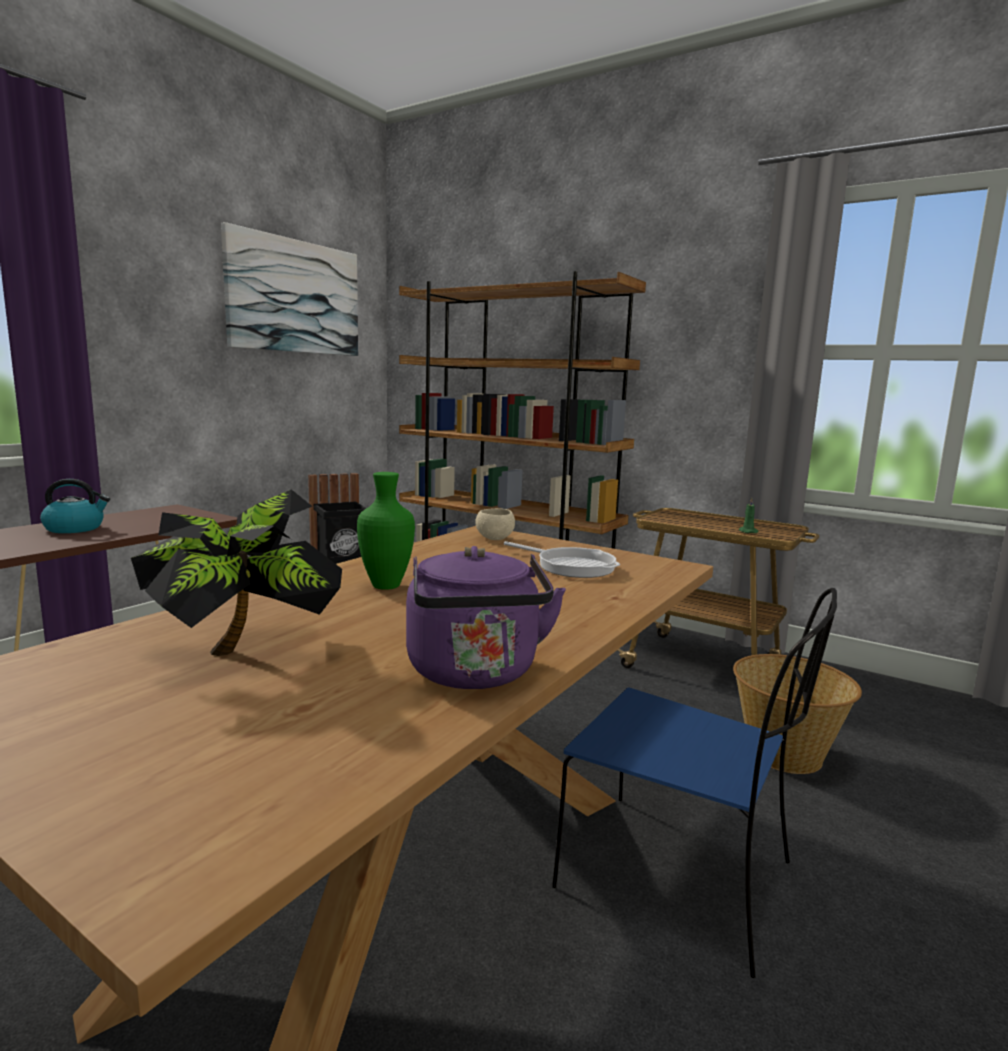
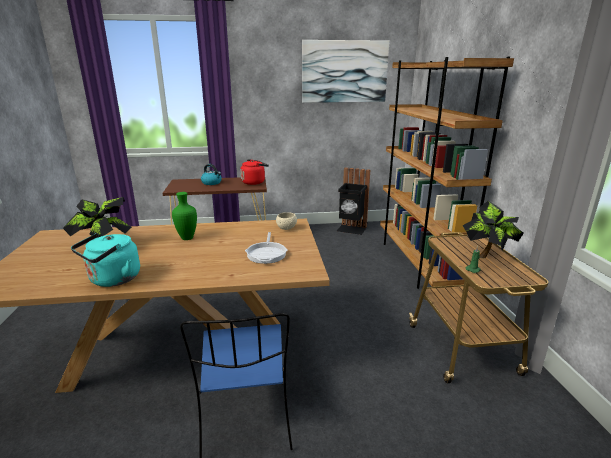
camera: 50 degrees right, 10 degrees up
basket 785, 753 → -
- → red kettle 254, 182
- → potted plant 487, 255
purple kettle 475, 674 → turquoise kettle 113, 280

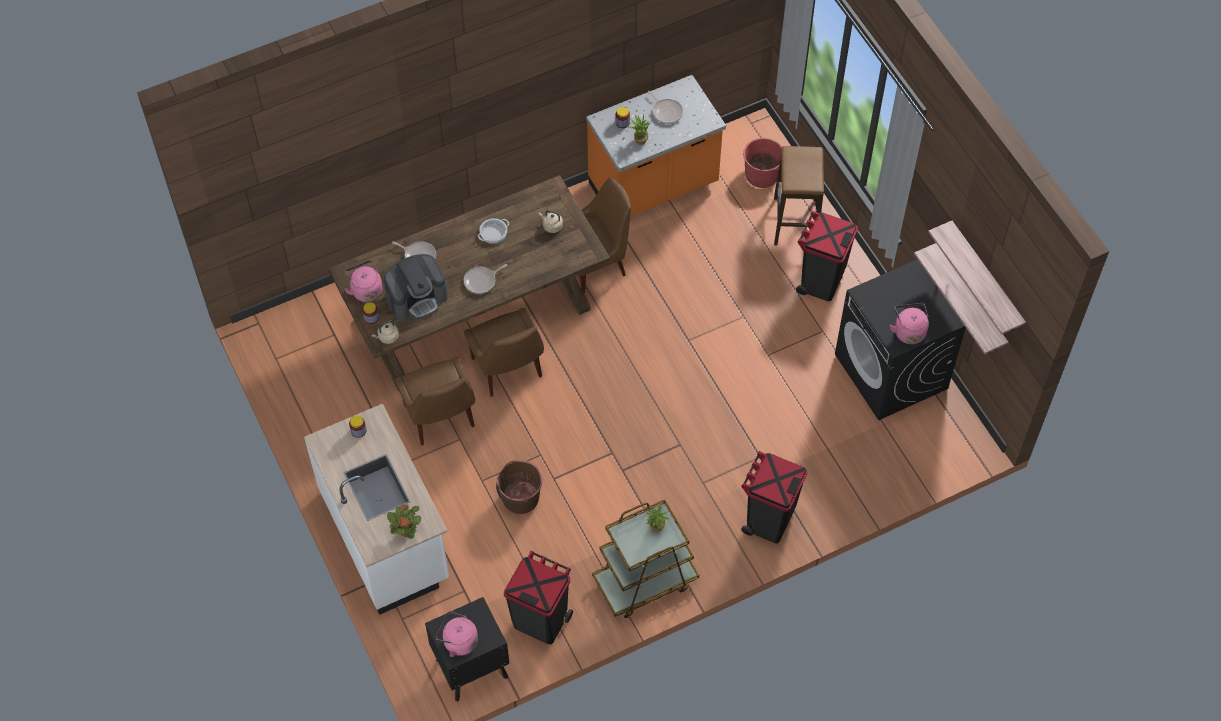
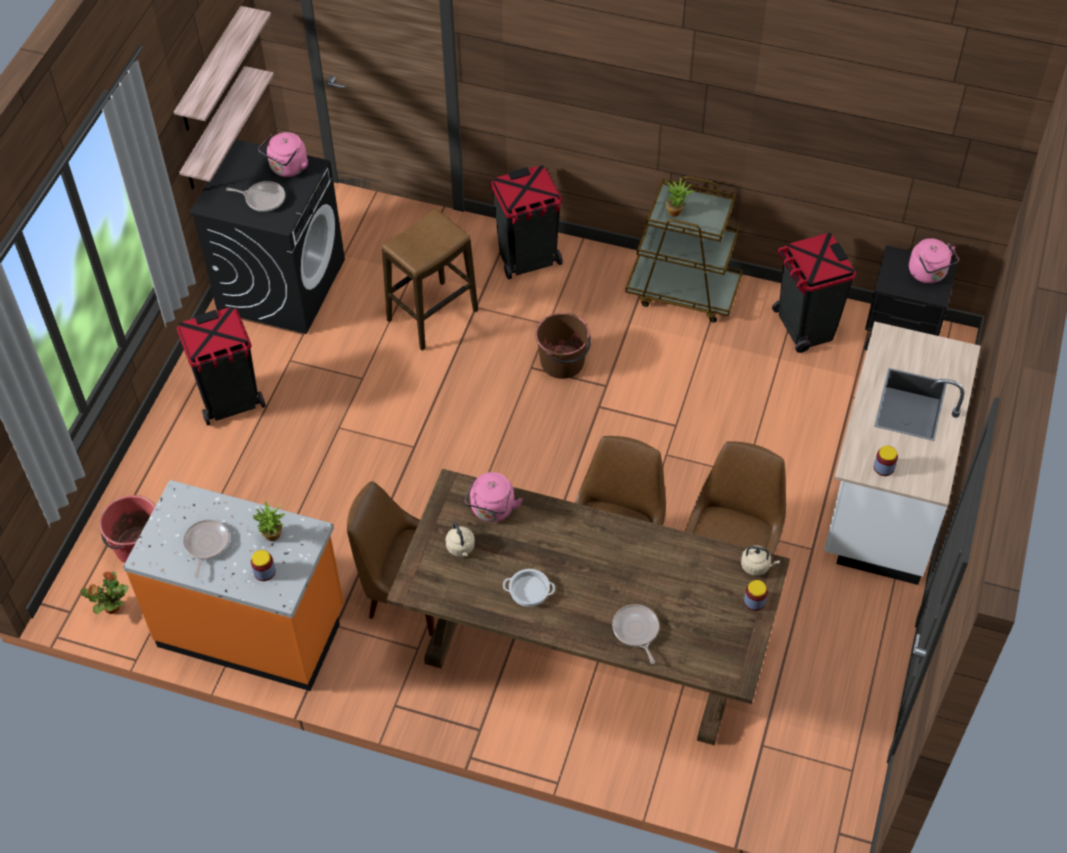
camera: 135 degrees left, 5 degrees down
coffee machine 417, 297 → -
pink kettle 365, 290 → pink kettle 492, 510, relocated
potted plant 406, 531 → potted plant 111, 608, relocated
frying pan 481, 281 → frying pan 263, 199, relocated
brown bucket 520, 498 → brown bucket 563, 362, relocated
stool 795, 222 → stool 432, 315, relocated

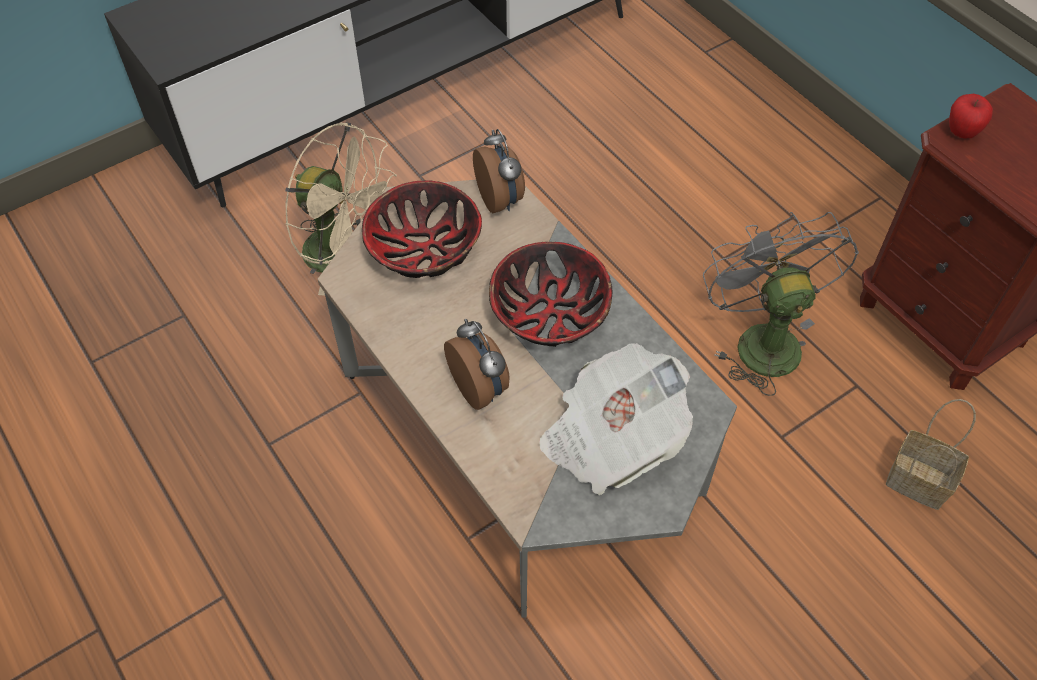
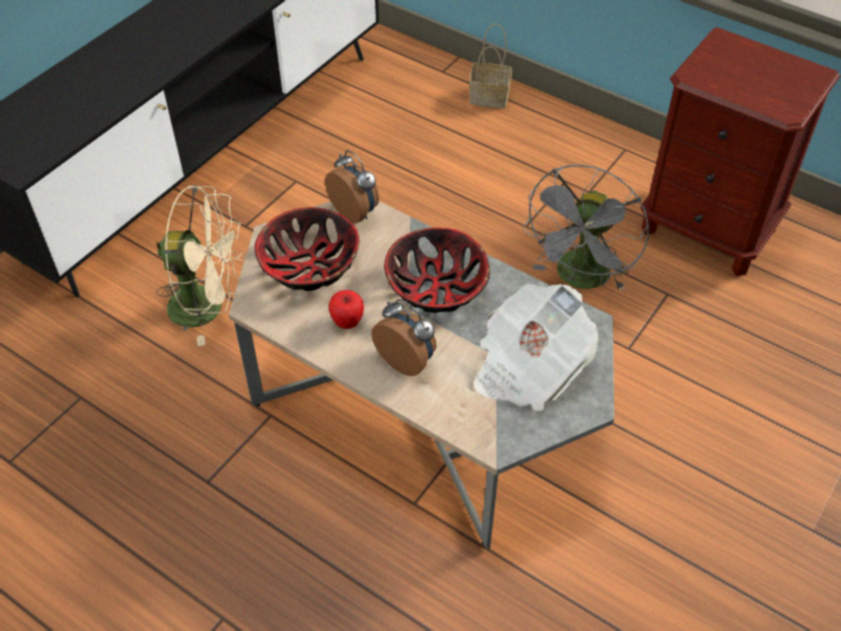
camera: 20 degrees left, 5 degrees down
basket 921, 481 → basket 490, 97, relocated
apple 961, 133 → apple 347, 322, relocated
grey fan 760, 339 → grey fan 580, 279, 120 degrees counterclockwise

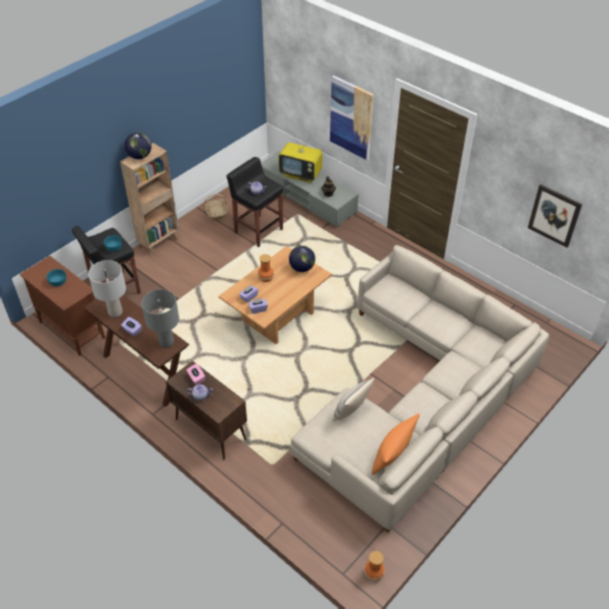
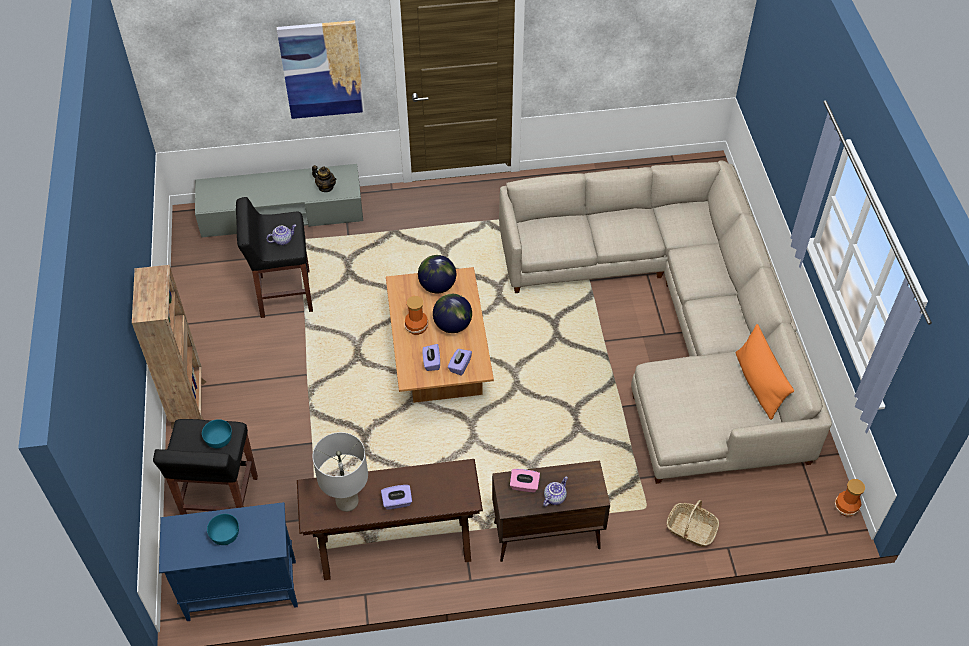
camera: 50 degrees left, 5 degrees up
grey table lamp 166, 342 → -
television 301, 174 → -
pillow 351, 411 → -
picture 554, 215 → -
globe 140, 156 → globe 452, 325, relocated
basket 217, 212 → basket 691, 529, relocated
brown cabinet 71, 329 → blue cabinet 240, 590

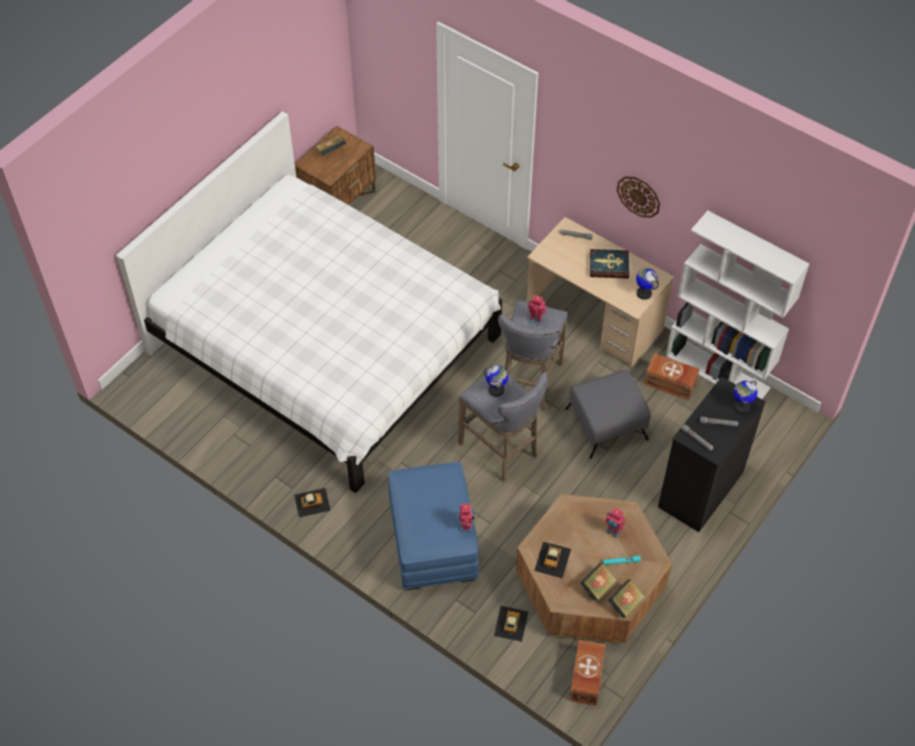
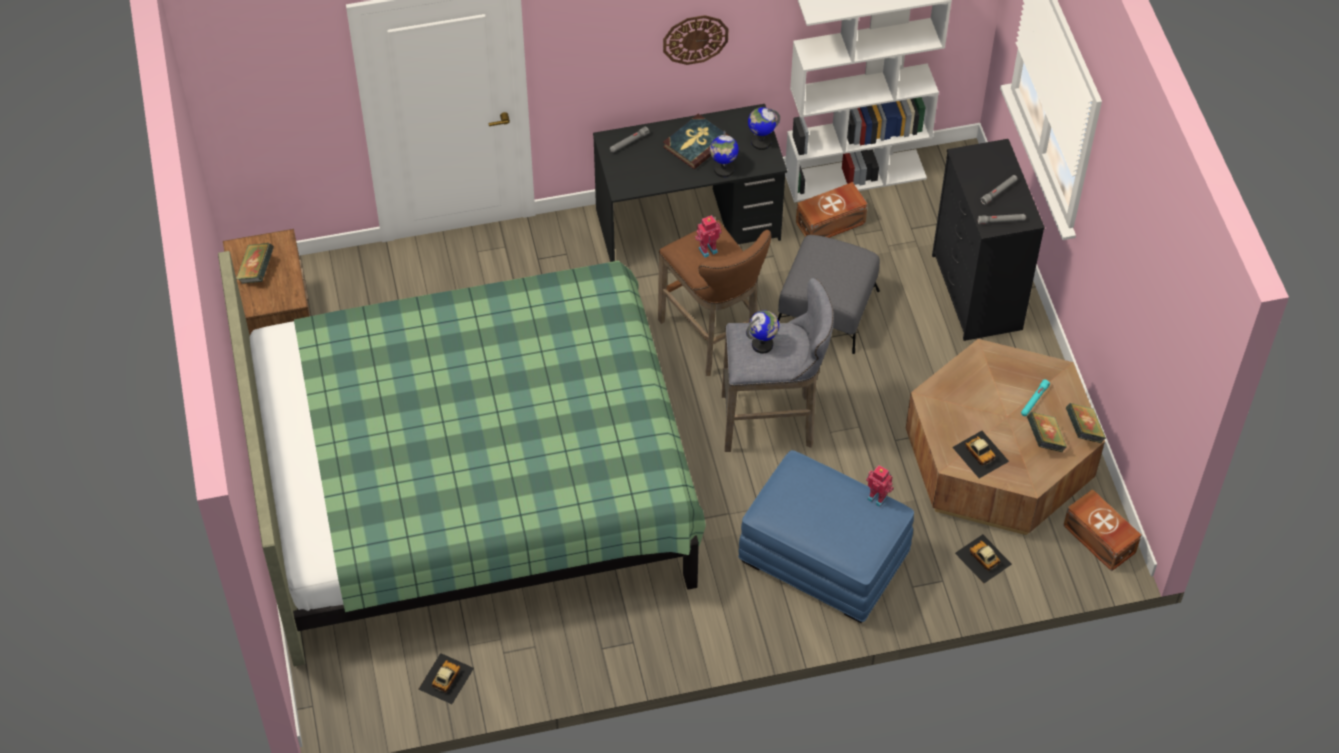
camera: 50 degrees left, 0 degrees up
toy robot 613, 532 → -
toy car 312, 502 → toy car 445, 678, relocated
globe 741, 406 → globe 723, 170, relocated
white bed 324, 345 → green bed 470, 484
grey stool 529, 384 → brown stool 712, 337
beige desk 594, 319 → black desk 688, 225

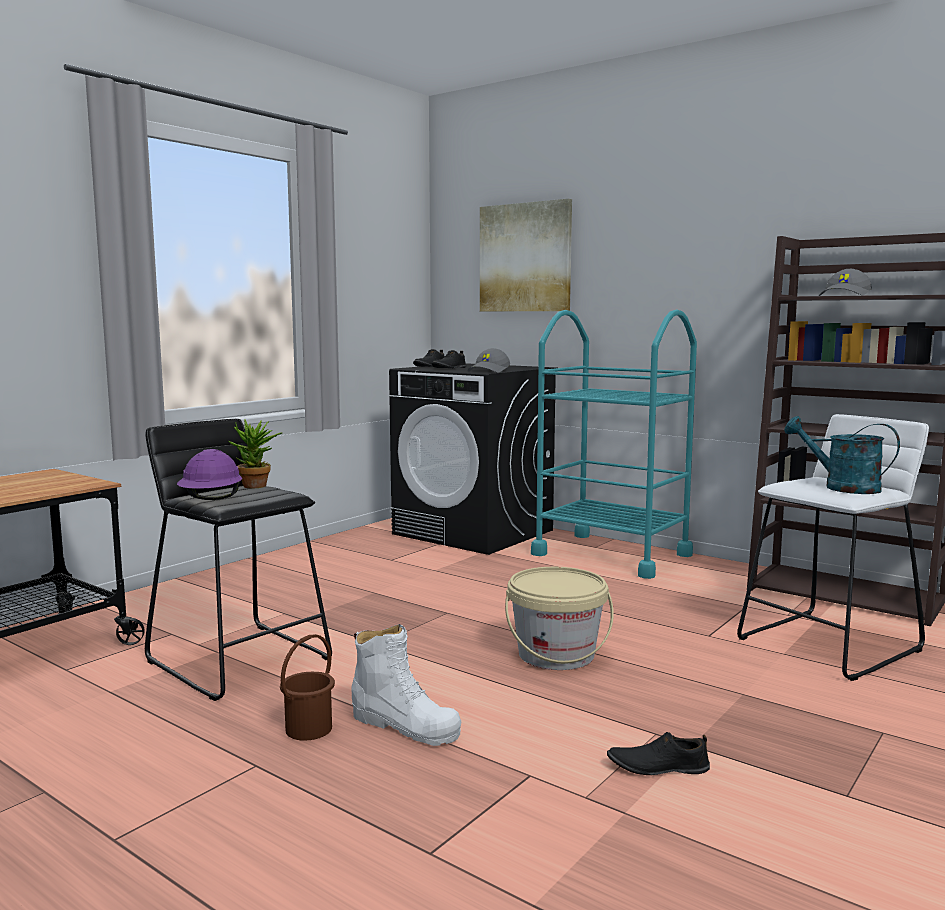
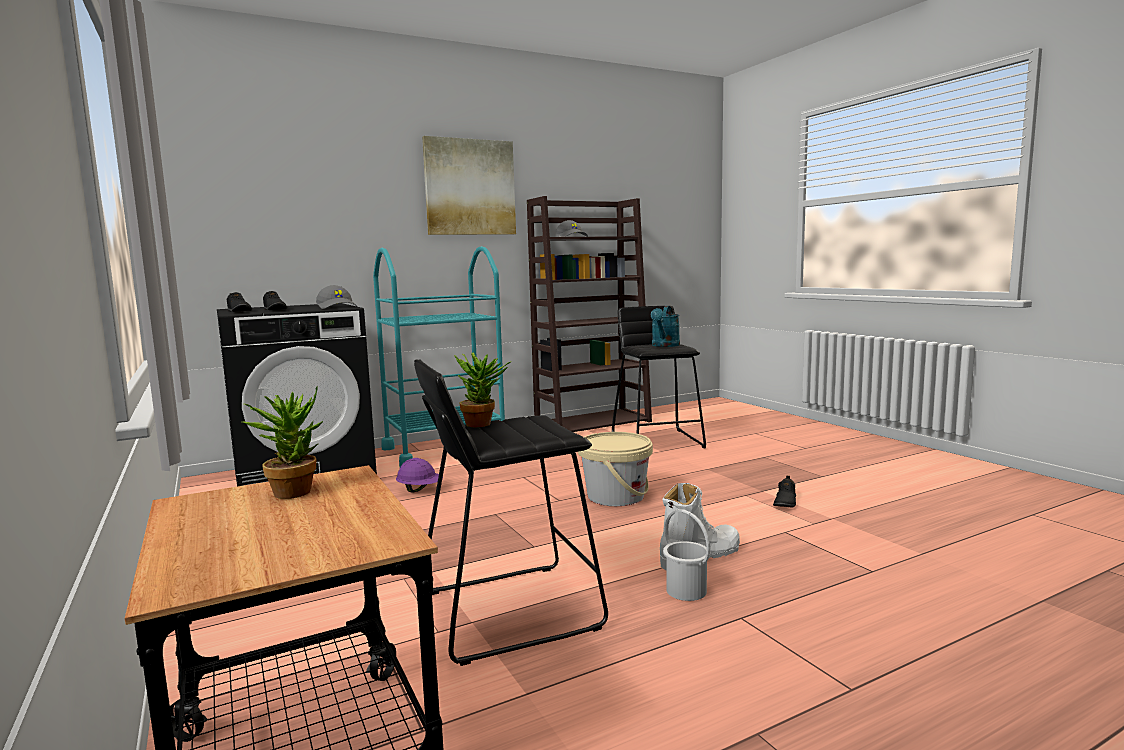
camera: 65 degrees left, 0 degrees up
- → potted plant 293, 490
purple hard hat 211, 500 → purple hard hat 420, 490, relocated
picture 525, 258 → picture 470, 187, relocated
brown bucket 308, 729 → white bucket 686, 591
white stool 829, 645 → black stool 658, 441
turquoise watering can 841, 487 → turquoise watering can 664, 346, 45 degrees counterclockwise

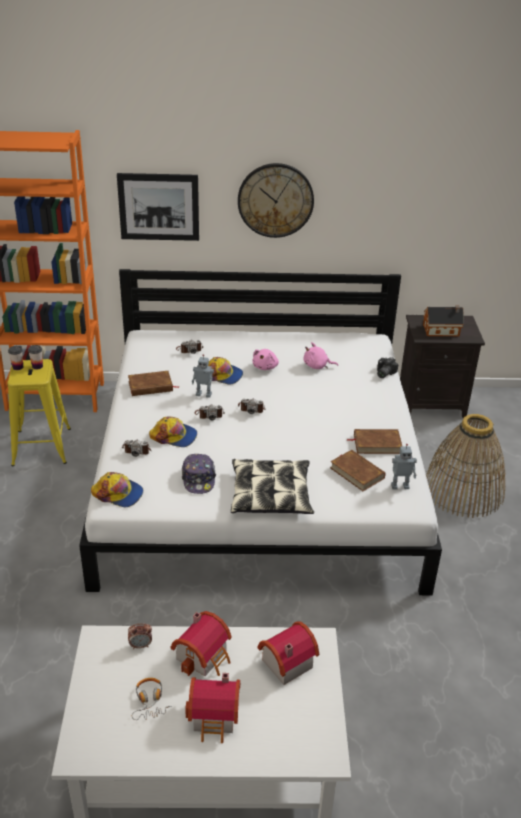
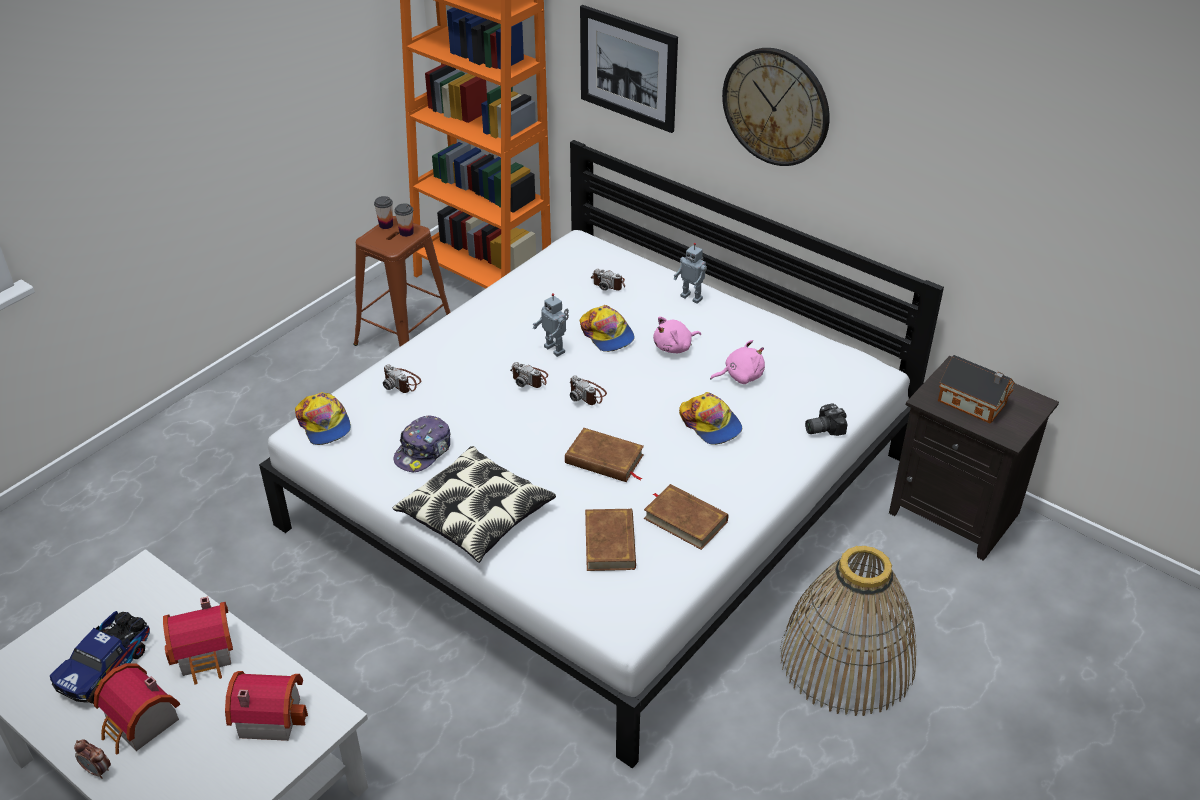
camera: 40 degrees right, 5 degrees up
brown book 150, 386 → brown book 604, 460, relocated
alarm clock 140, 645 → alarm clock 98, 770, relocated
cap 174, 436 → cap 710, 424, relocated
toy robot 400, 486 → toy robot 692, 297, relocated
headphones 149, 702 → toy truck 108, 666
yellow stool 42, 446 → brown stool 405, 336
pink plush toy 317, 366 → pink plush toy 740, 376, 120 degrees clockwise

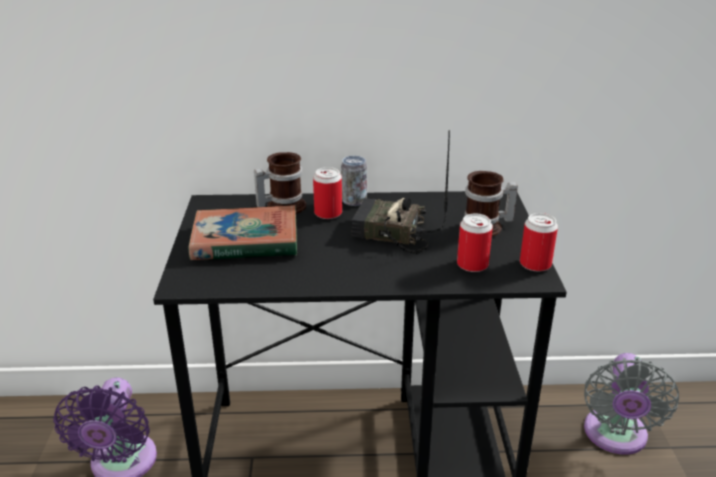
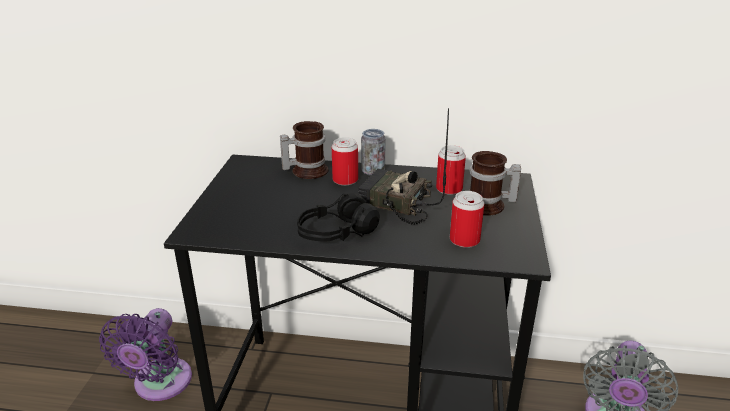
camera: 10 degrees right, 0 degrees up
book 245, 240 → -
- → black headphones 336, 233
can 535, 264 → can 449, 189, relocated

